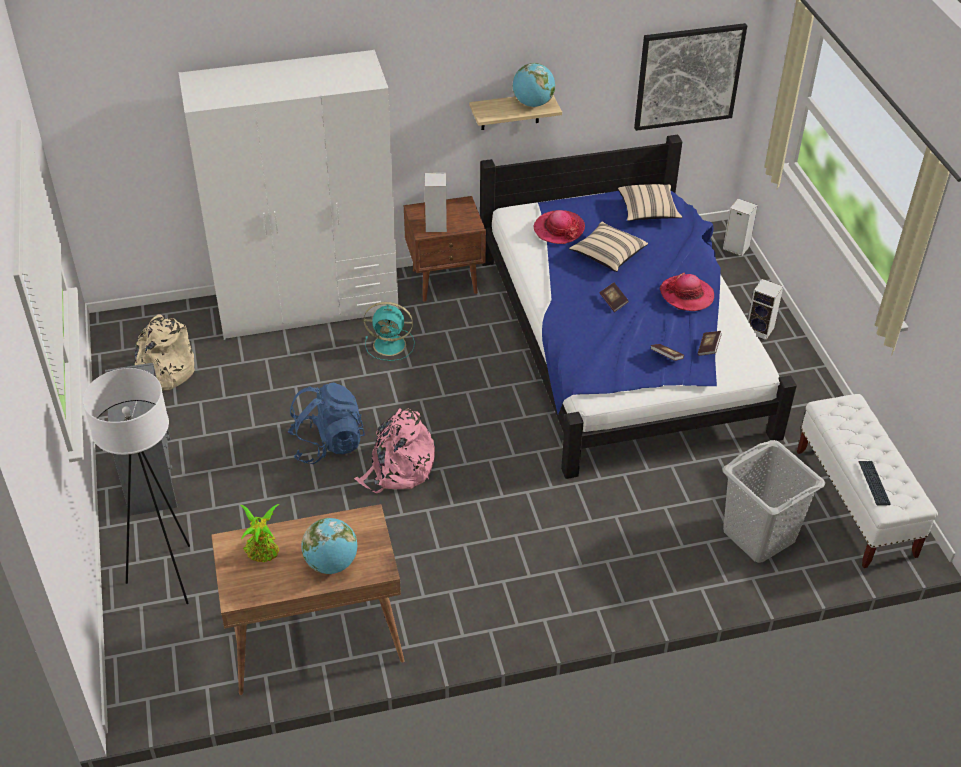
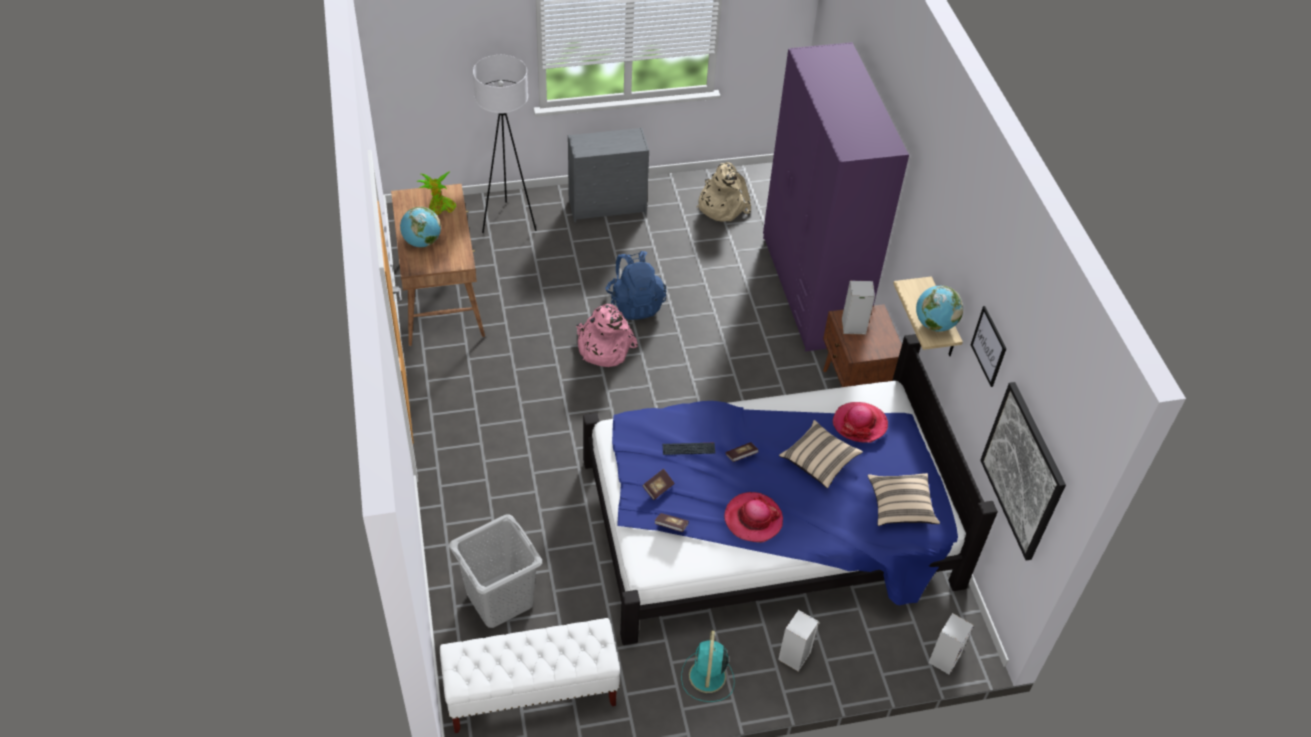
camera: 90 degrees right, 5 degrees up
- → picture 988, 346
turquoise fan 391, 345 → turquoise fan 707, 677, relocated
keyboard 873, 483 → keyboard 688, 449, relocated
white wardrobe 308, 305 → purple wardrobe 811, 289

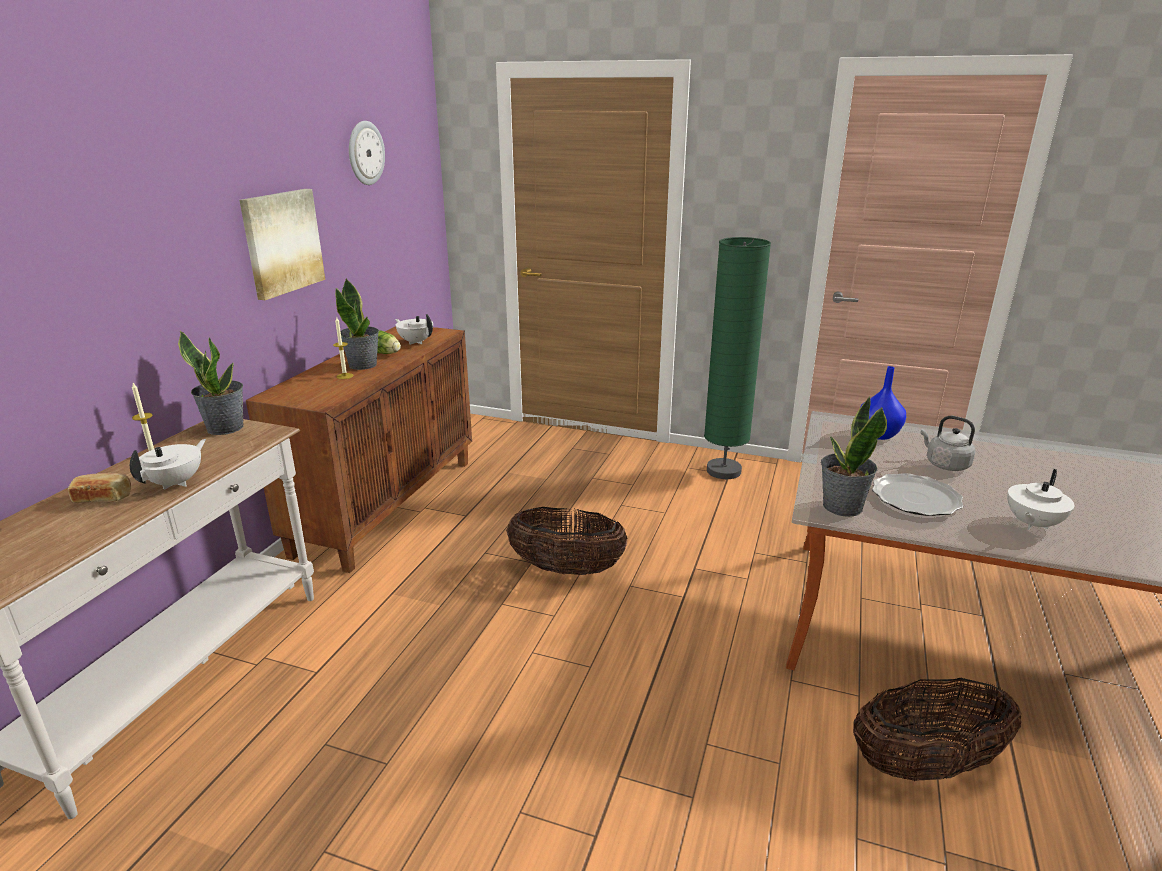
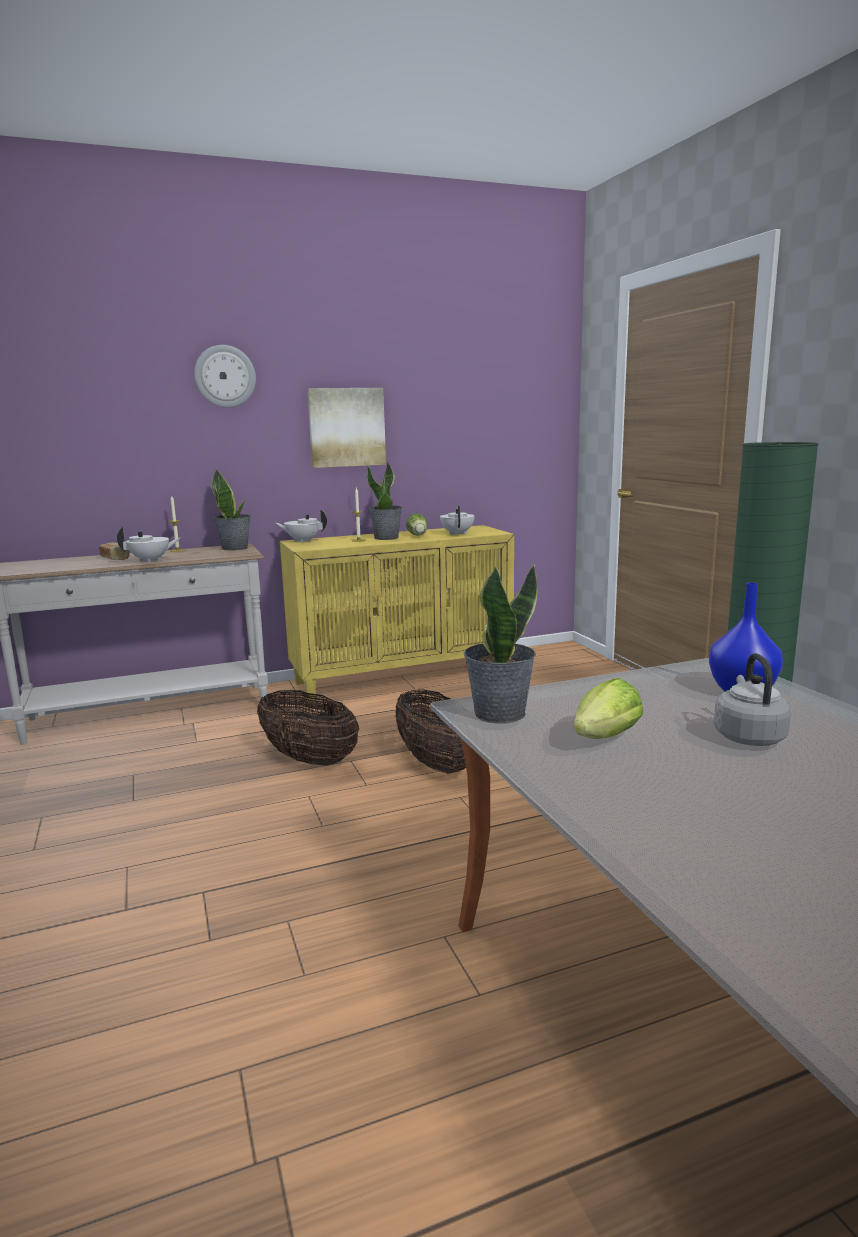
camera: 50 degrees right, 10 degrees down
wall clock 365, 153 → wall clock 225, 376, relocated
basket 926, 765 → basket 309, 759, relocated
white teapot 1031, 524 → white teapot 302, 541, relocated
plate 916, 498 → lettuce 603, 740
brown cabinet 387, 505 → yellow cabinet 403, 677

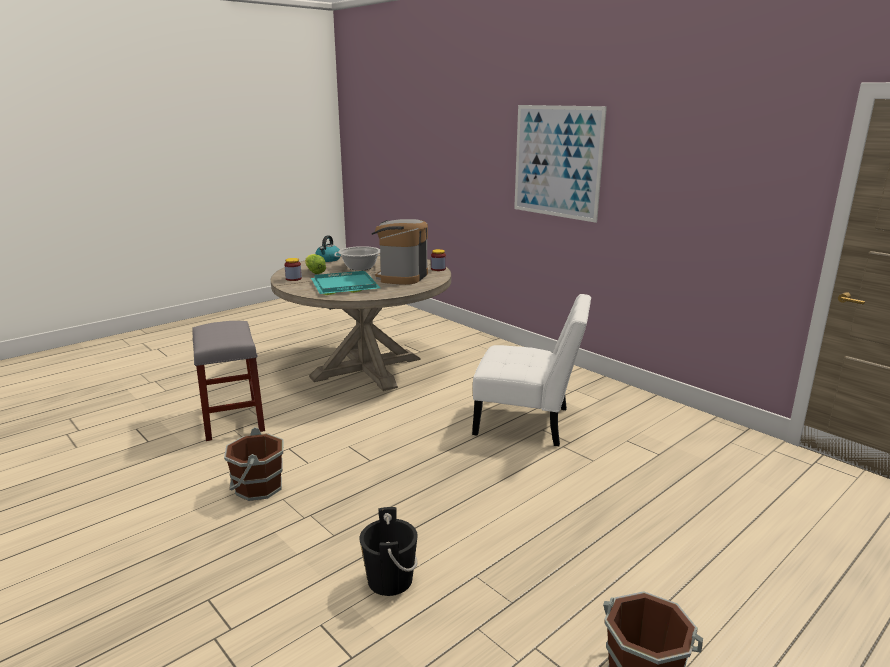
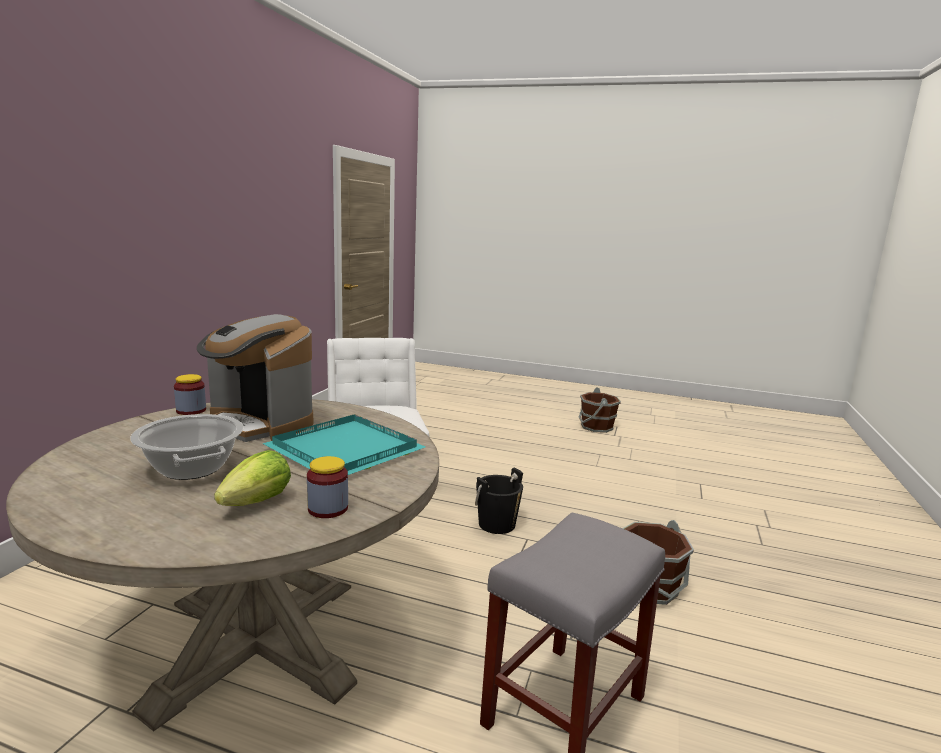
camera: 120 degrees left, 5 degrees down
kettle 328, 259 → -
picture 557, 162 → -
black bucket 390, 580 → black bucket 497, 524, relocated
coffee machine 401, 277 → coffee machine 260, 424, 45 degrees clockwise

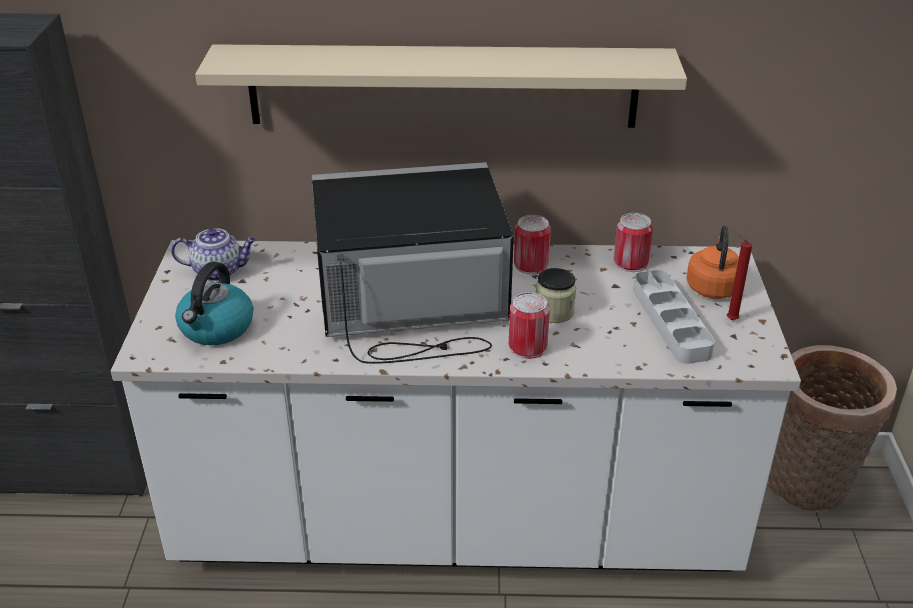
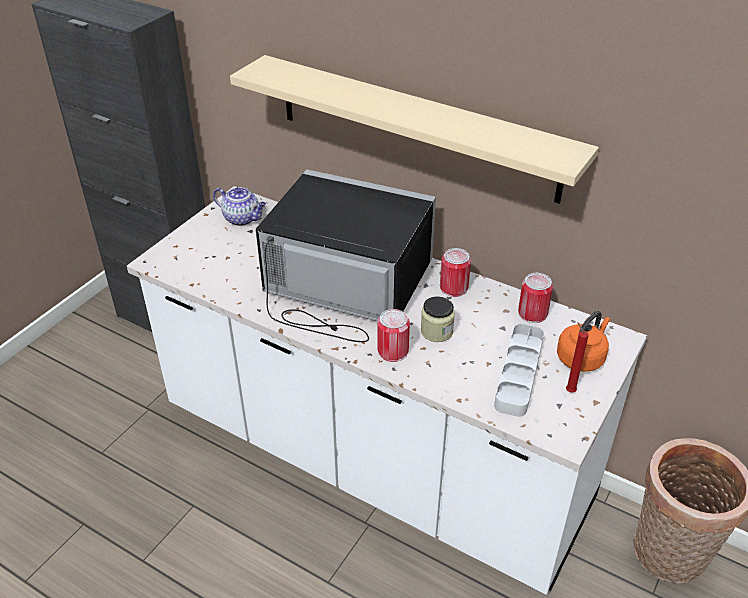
camera: 30 degrees right, 5 degrees up
kettle 216, 328 → -

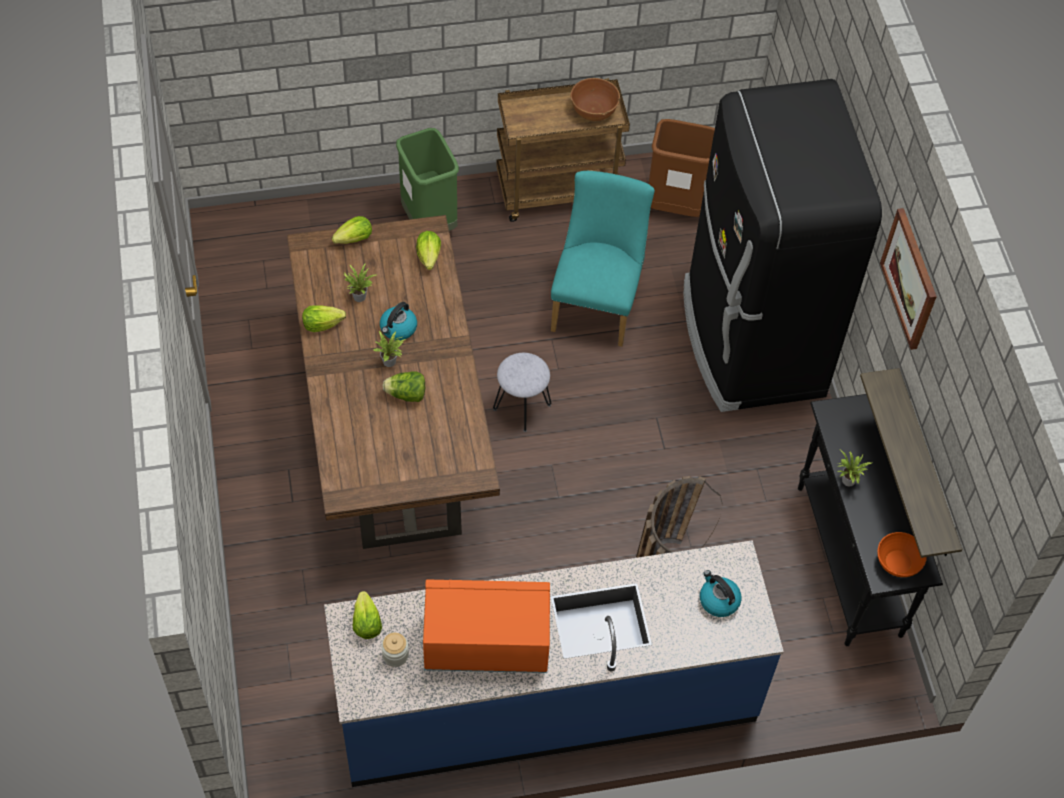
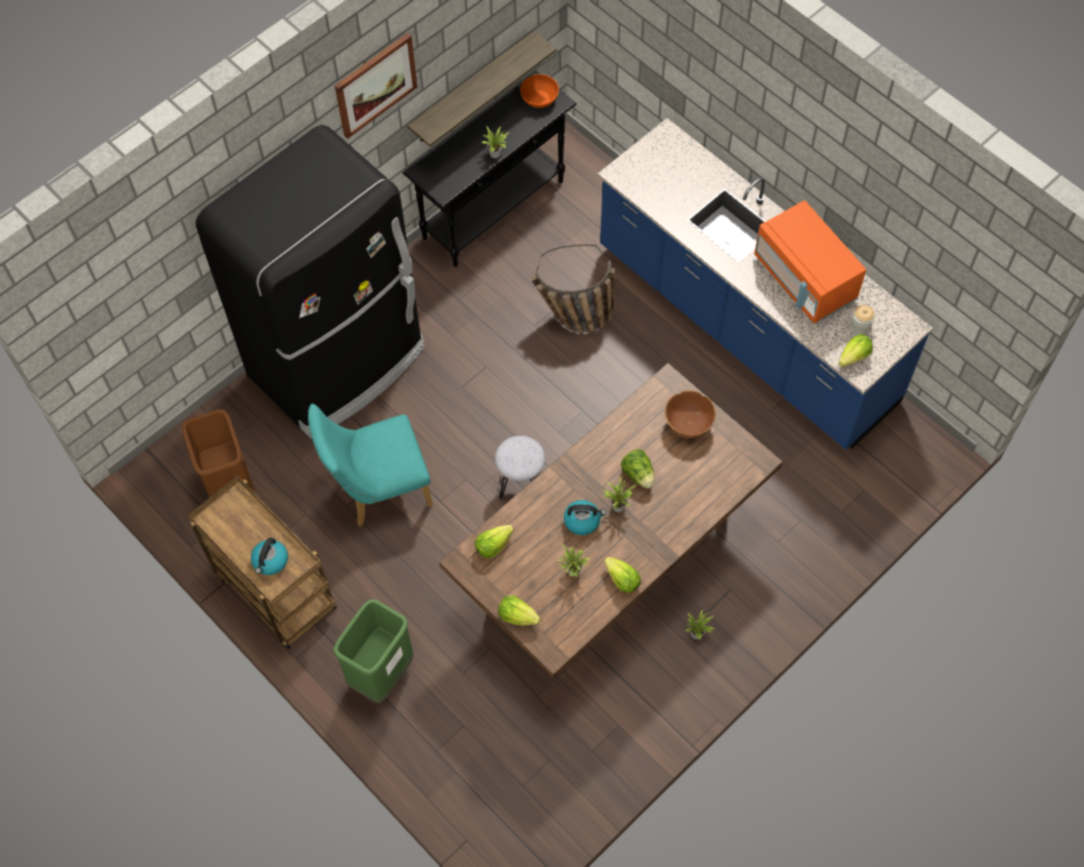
camera: 120 degrees left, 5 degrees up
- → potted plant 698, 633
brown bowl 594, 110 → brown bowl 688, 423, relocated
kettle 718, 600 → kettle 270, 561, relocated

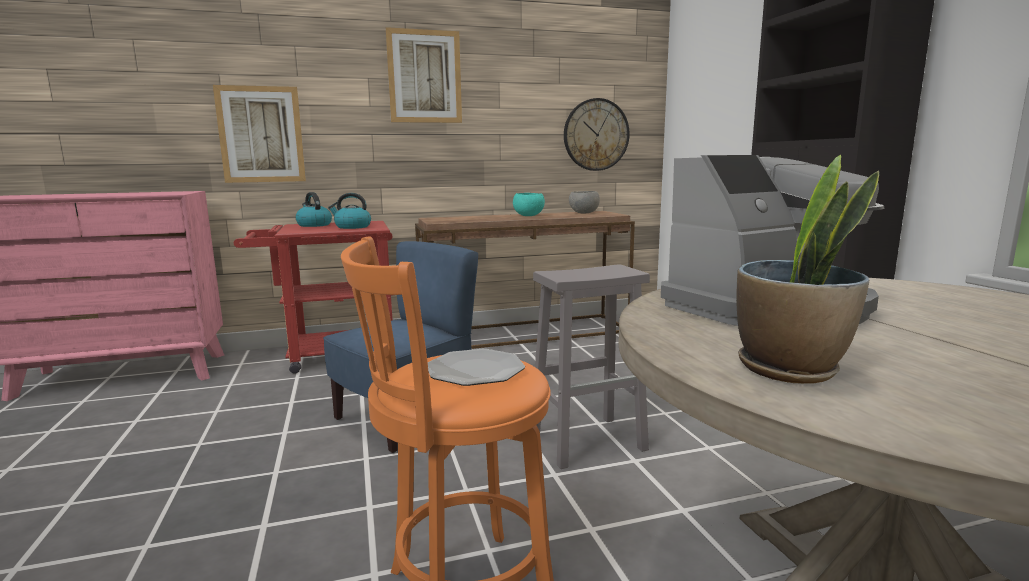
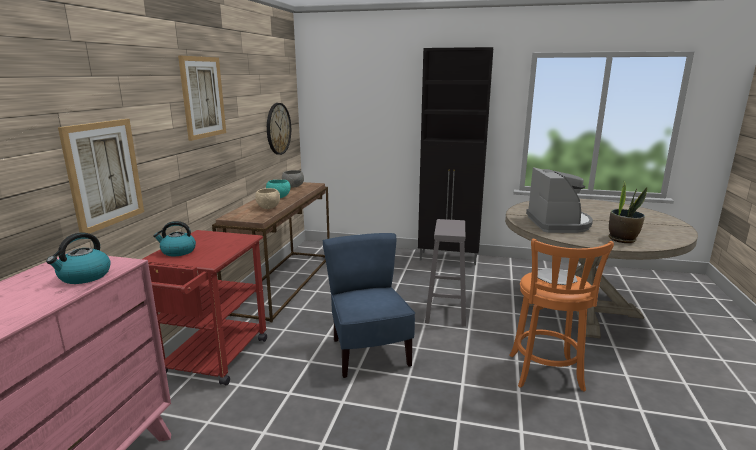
camera: 60 degrees left, 5 degrees up
- → beige bowl 268, 208
kettle 352, 227 → kettle 84, 276, relocated

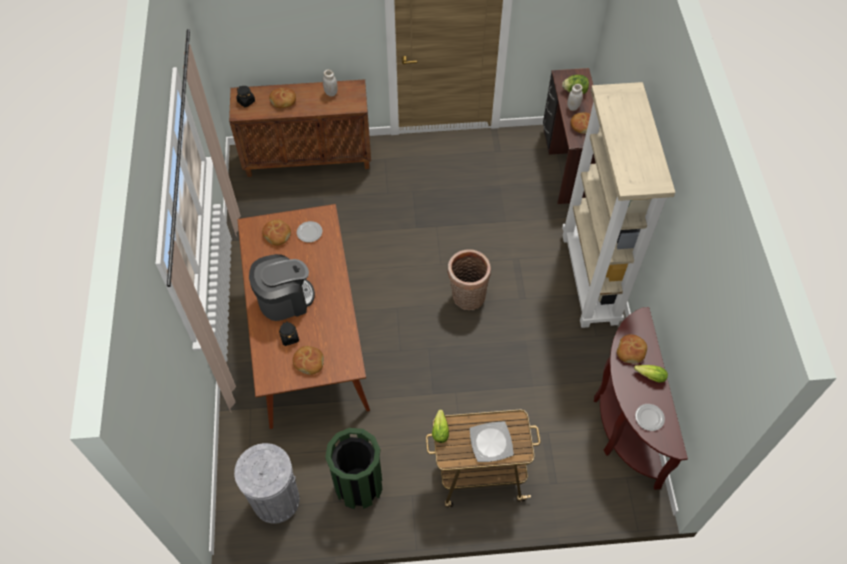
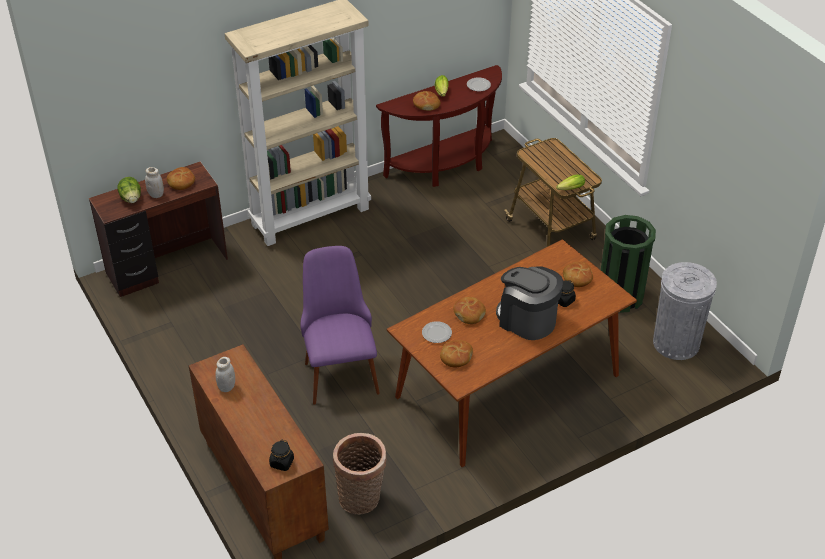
camera: 115 degrees left, 15 degrees down
plate 490, 442 → -
- → purple chair 339, 368
bread 283, 101 → bread 469, 314, relocated
basket 467, 298 → basket 361, 499, relocated

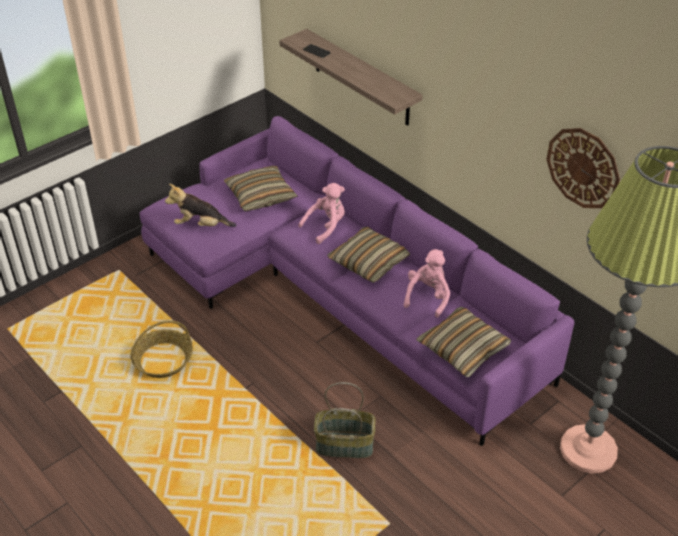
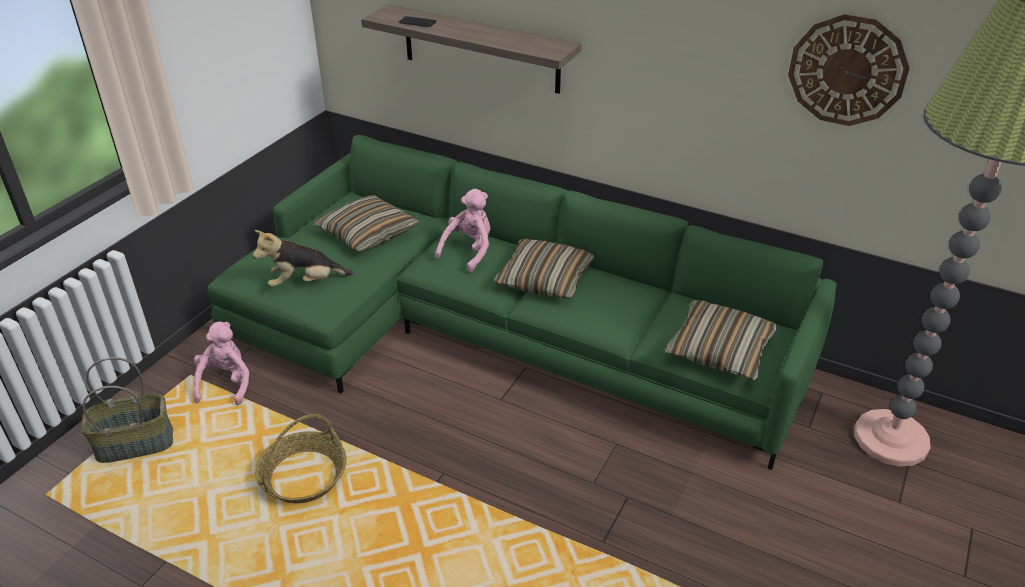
camera: 20 degrees left, 5 degrees down
basket 345, 444 → basket 136, 443, relocated
pink plush toy 428, 297 → pink plush toy 226, 383, relocated
purple sofa 340, 294 → green sofa 500, 336

